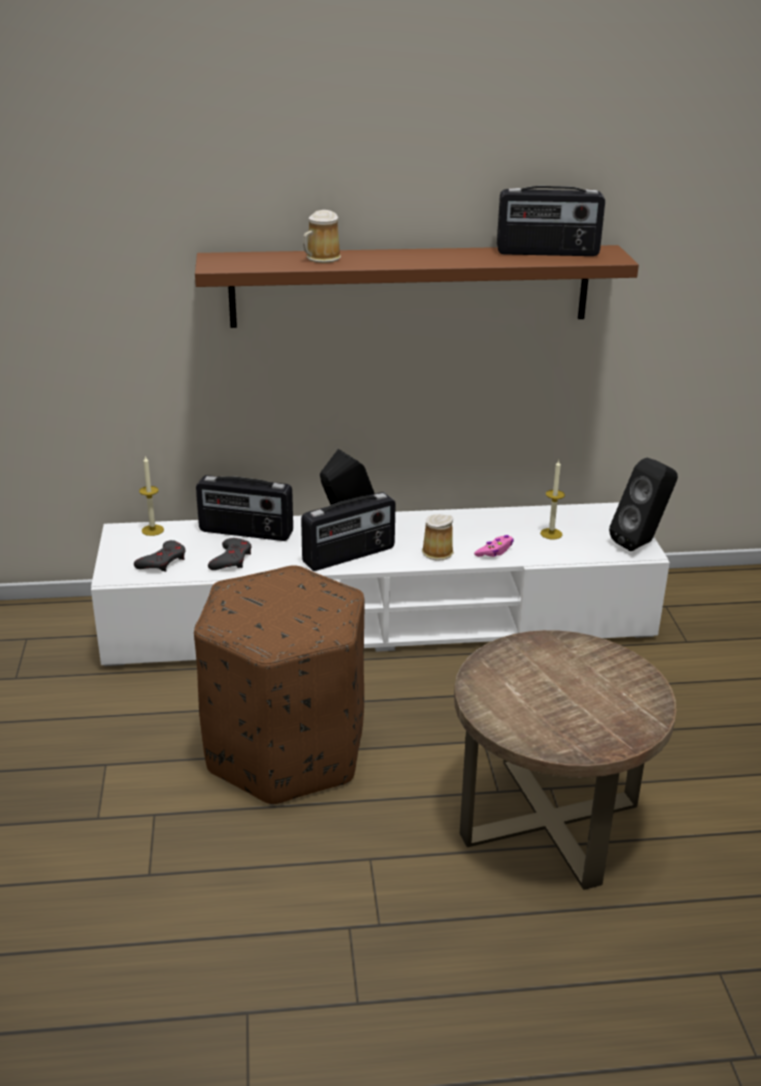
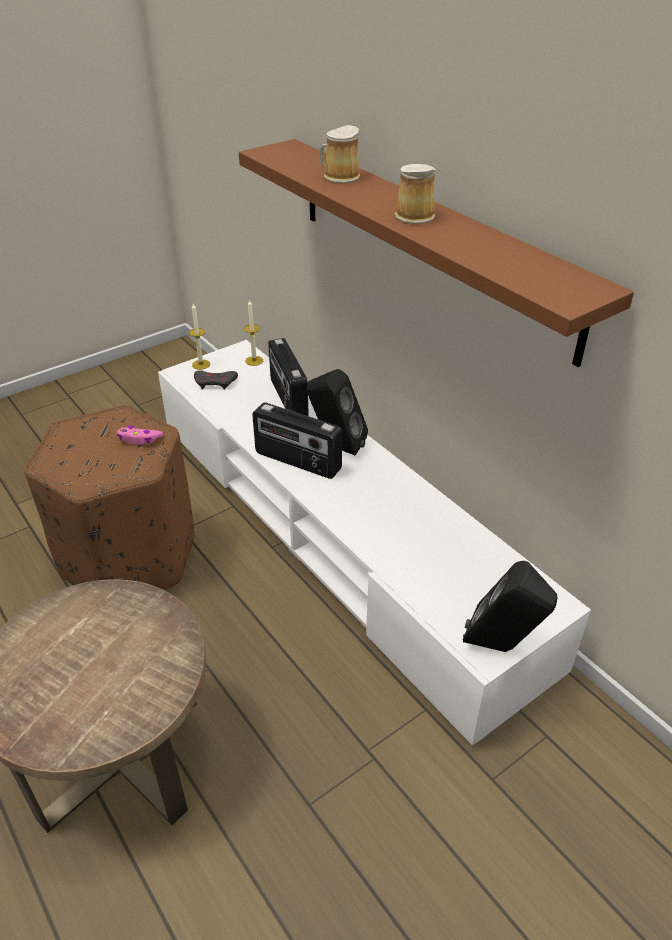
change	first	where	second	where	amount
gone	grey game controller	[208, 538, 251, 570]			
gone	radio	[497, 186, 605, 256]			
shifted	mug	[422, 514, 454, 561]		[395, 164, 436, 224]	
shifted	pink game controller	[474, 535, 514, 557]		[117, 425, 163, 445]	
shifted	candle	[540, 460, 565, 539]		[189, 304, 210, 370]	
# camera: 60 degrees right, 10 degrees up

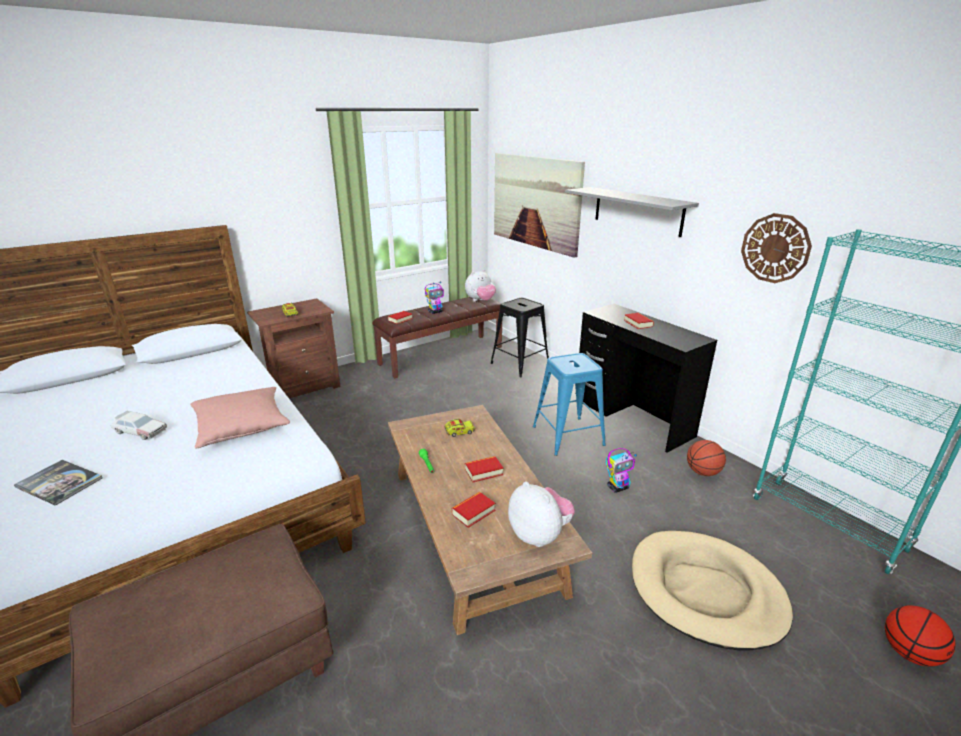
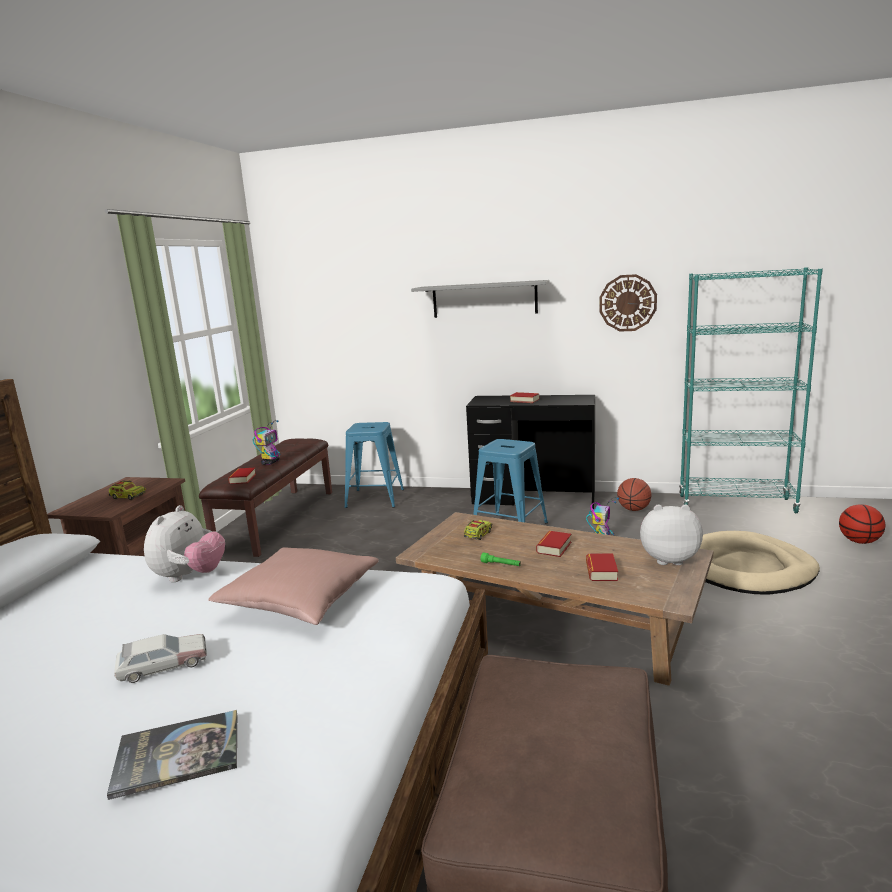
change	first	where	second	where	amount
gone	picture	[494, 153, 585, 258]			
shifted	plush toy	[465, 270, 496, 301]		[144, 505, 225, 582]	
repainted	black stool	[491, 298, 549, 377]	blue stool	[345, 422, 404, 508]	
# camera: 40 degrees left, 10 degrees down

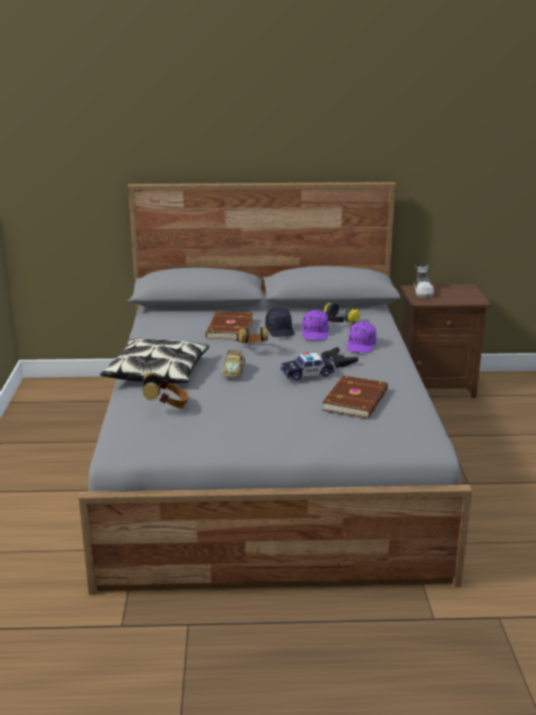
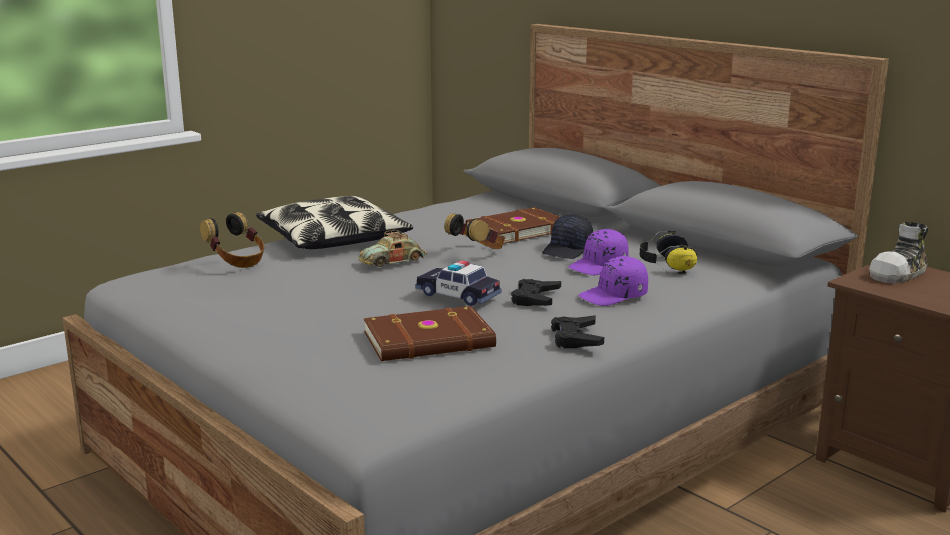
change	first	where	second	where	amount
new			black game controller	[551, 315, 604, 348]	
# camera: 50 degrees right, 5 degrees down

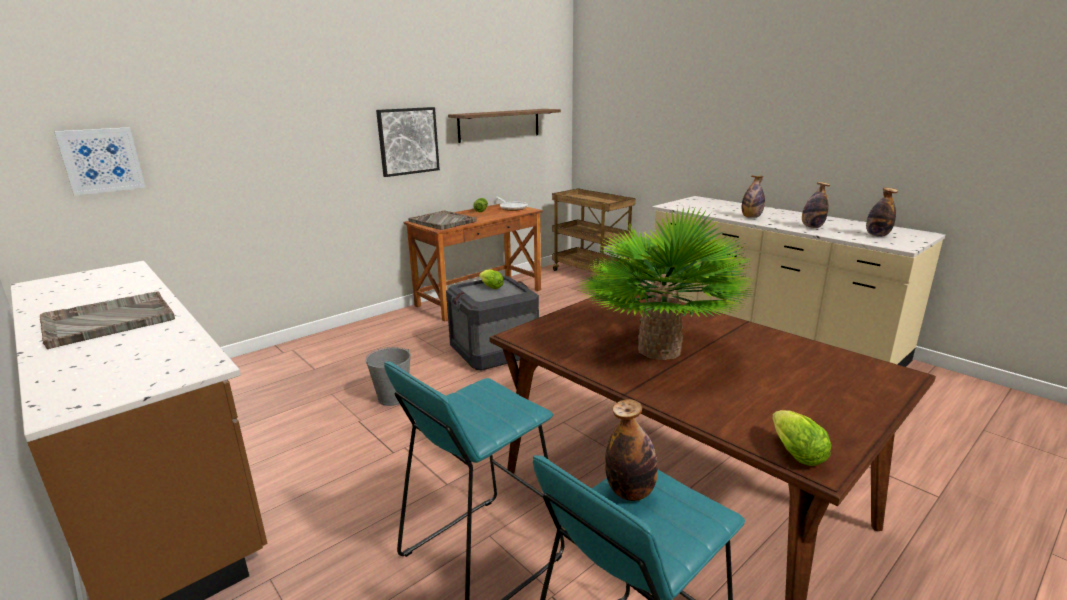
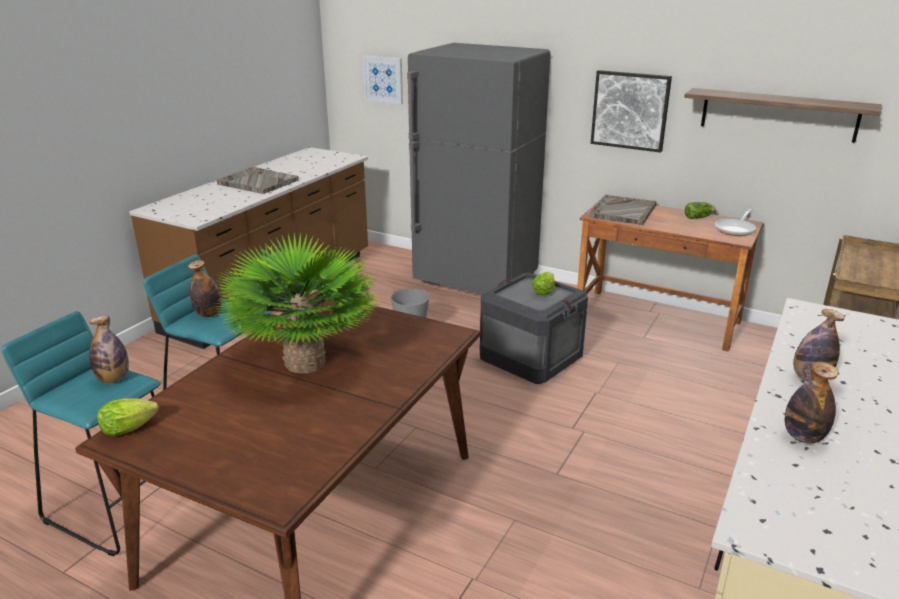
change	first	where	second	where	amount
new			grey fridge	[407, 43, 550, 294]	
shifted	bottle	[866, 188, 898, 237]		[188, 260, 222, 317]	
# camera: 70 degrees right, 5 degrees up

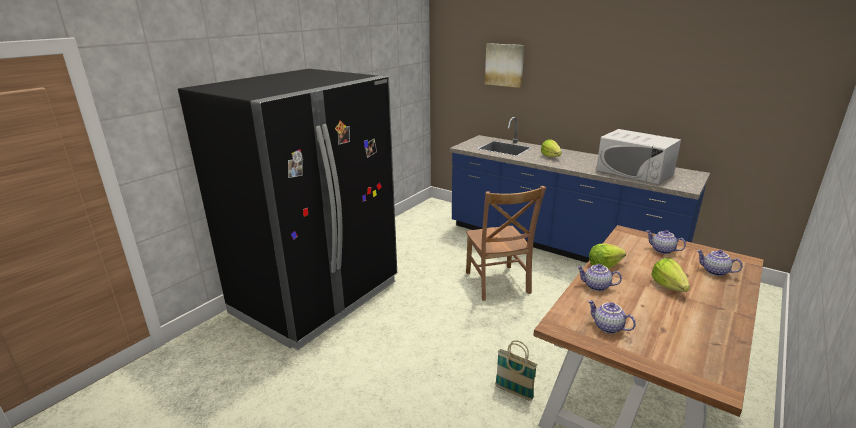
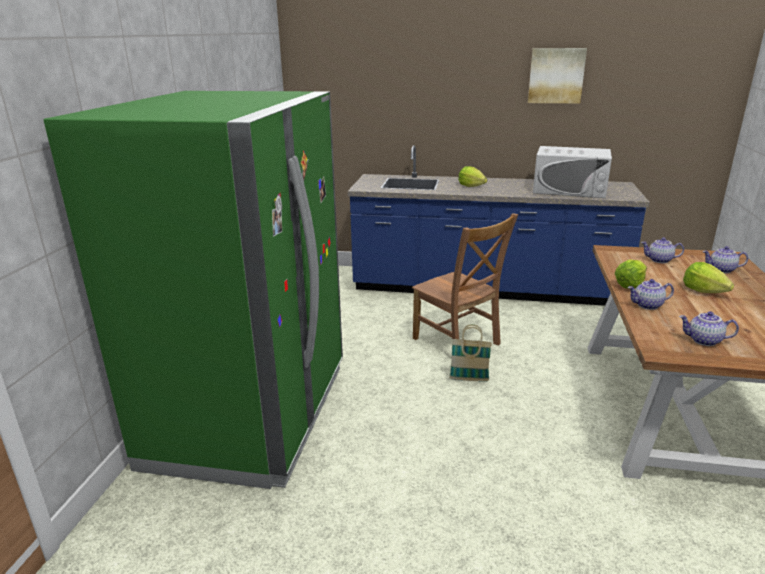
change	first	where	second	where	amount
shifted	picture	[485, 43, 524, 88]		[528, 48, 587, 103]	
shifted	basket	[495, 340, 538, 401]		[449, 324, 492, 382]	
repainted	black fridge	[178, 69, 397, 350]	green fridge	[44, 91, 343, 489]	
# camera: 25 degrees left, 0 degrees up

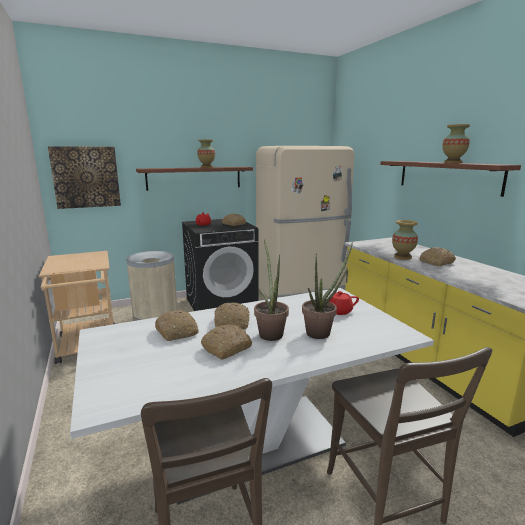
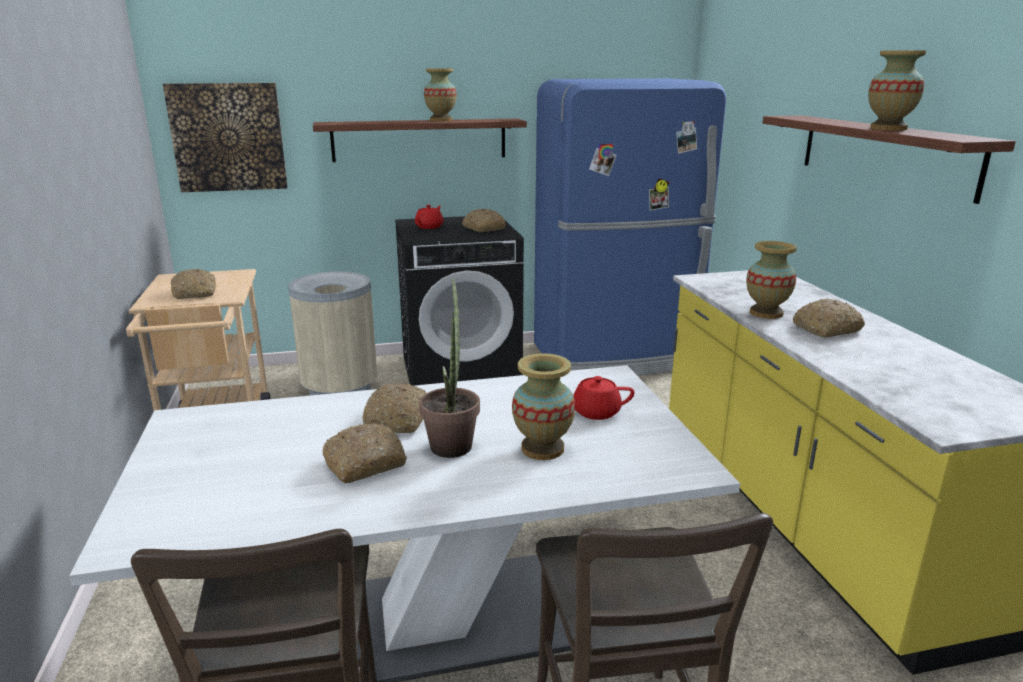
change	first	where	second	where	amount
shifted	bread	[155, 310, 199, 341]		[171, 269, 216, 299]	
swapped	potted plant	[302, 243, 353, 339]	vase	[512, 353, 575, 460]	
repainted	beige fridge	[256, 146, 355, 298]	blue fridge	[534, 78, 726, 376]	
# camera: 10 degrees right, 5 degrees up

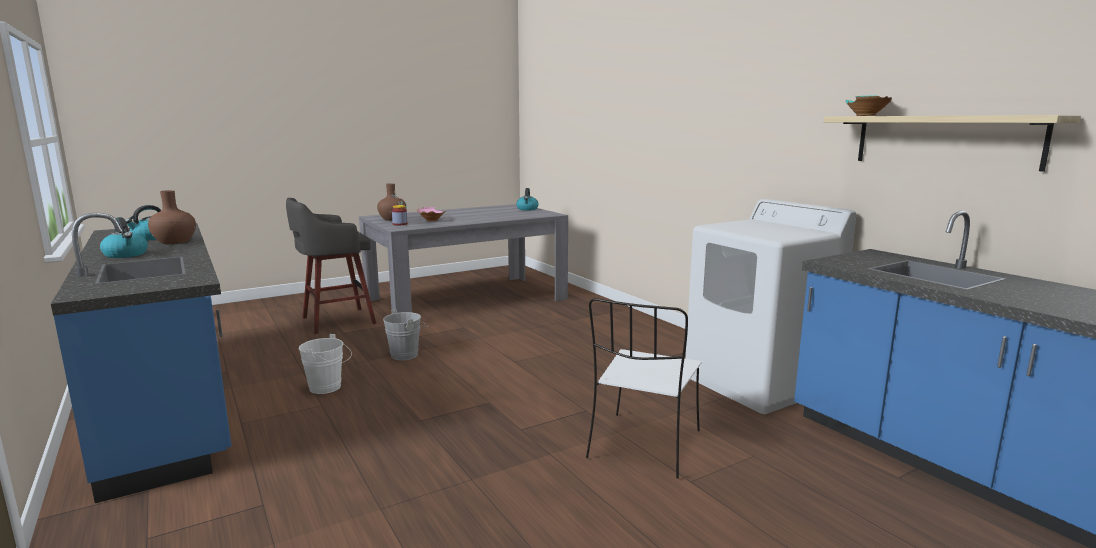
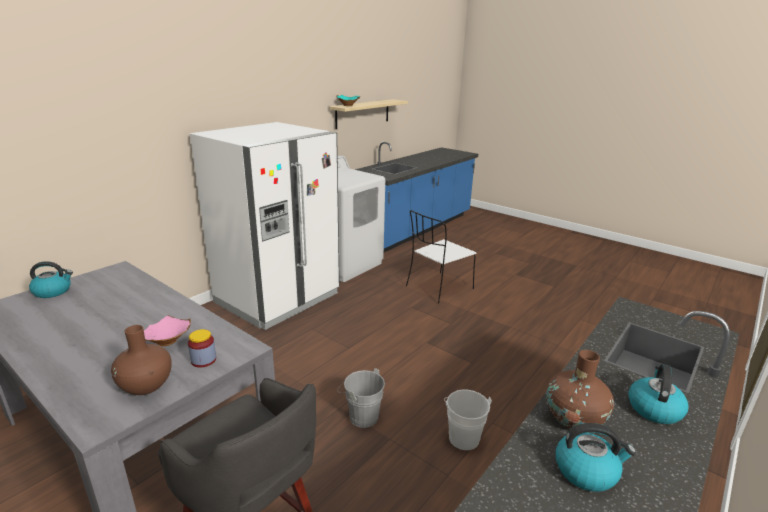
change	first	where	second	where	amount
new			white fridge	[190, 122, 340, 330]	
rotated	white chair	[586, 298, 702, 479]		[406, 210, 477, 304]	135 degrees clockwise
# camera: 110 degrees left, 10 degrees up

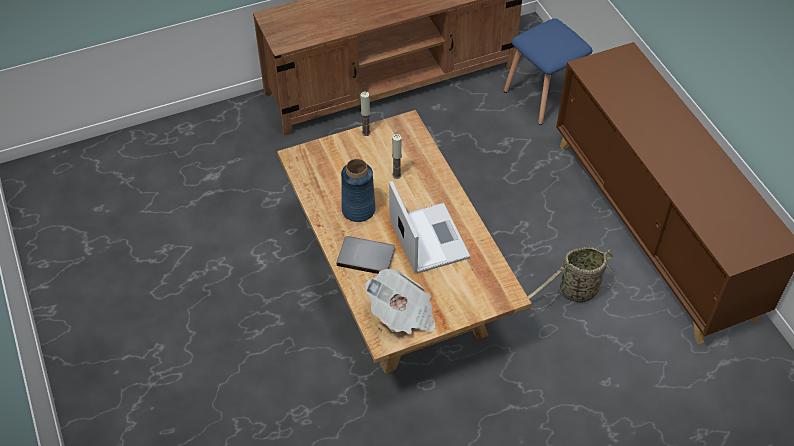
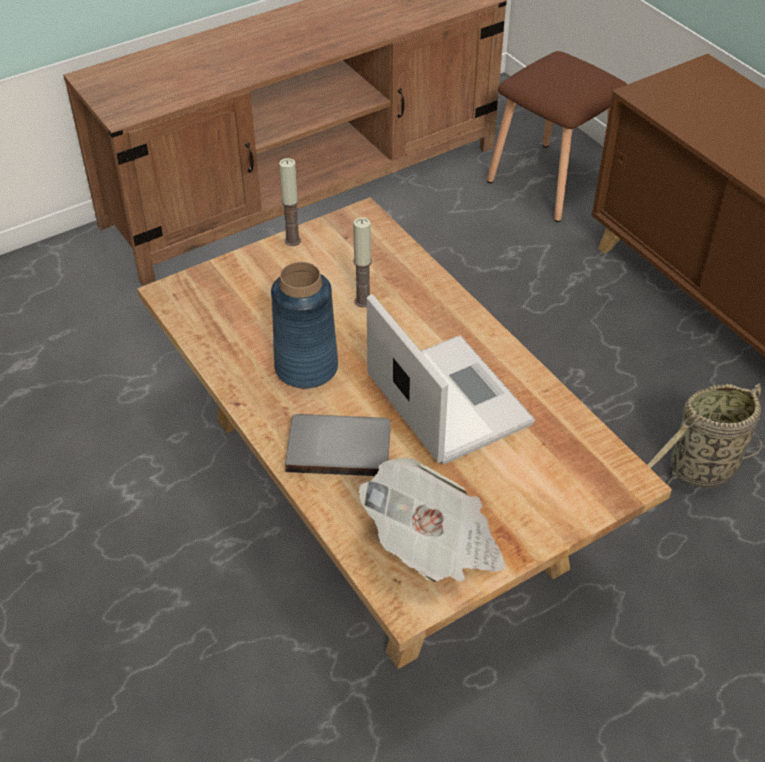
change	first	where	second	where	amount
repainted	blue stool	[504, 18, 593, 125]	brown stool	[487, 51, 628, 222]	
# camera: 10 degrees left, 5 degrees down

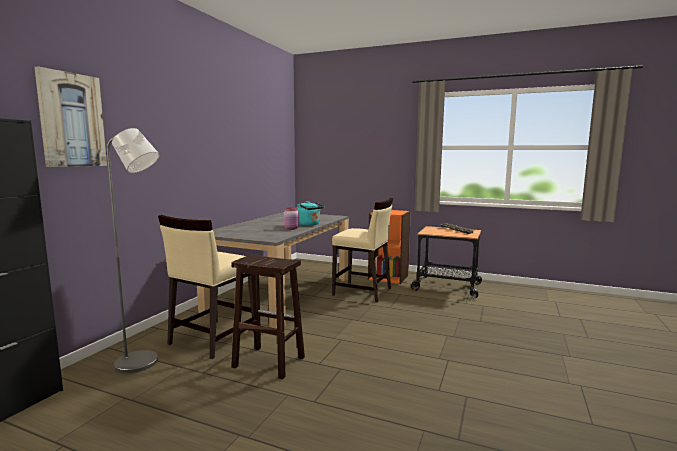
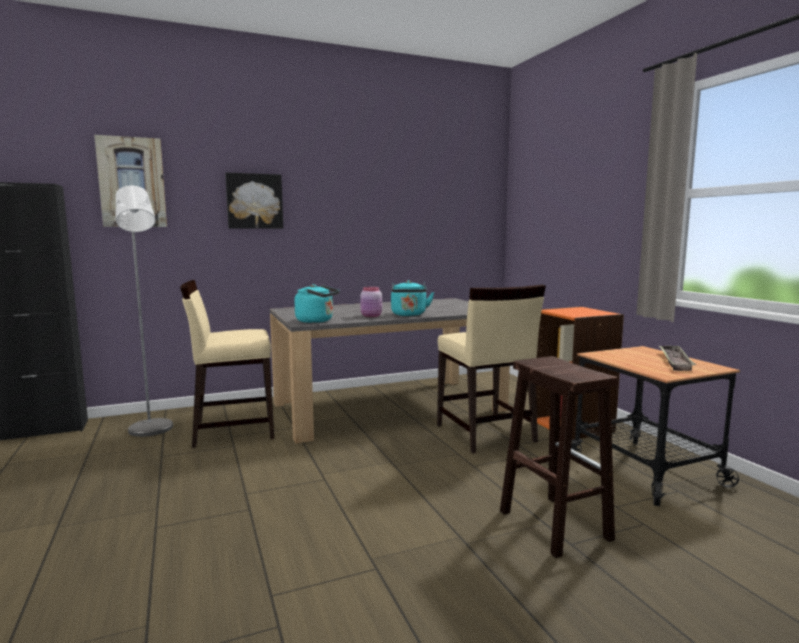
change	first	where	second	where	amount
new			picture	[225, 173, 283, 229]	
new			turquoise kettle	[294, 284, 339, 323]	
shifted	brown stool	[231, 255, 305, 379]		[500, 356, 618, 558]	
# camera: 45 degrees right, 0 degrees up

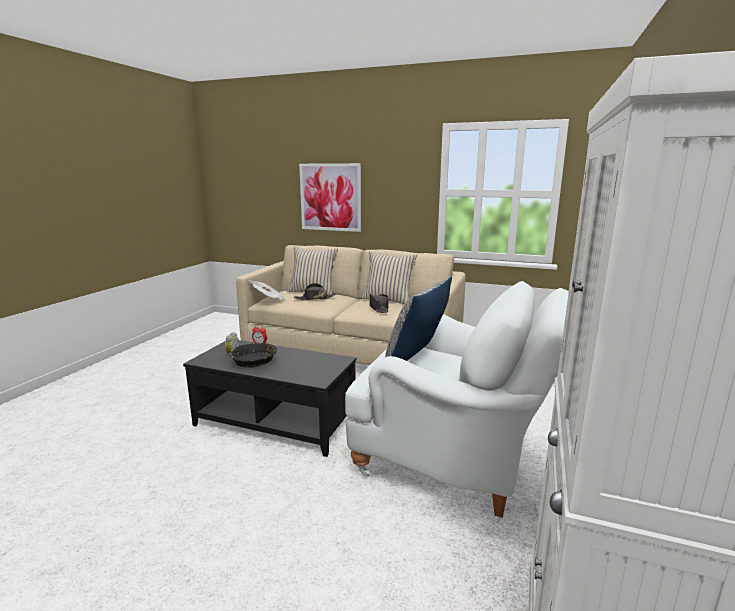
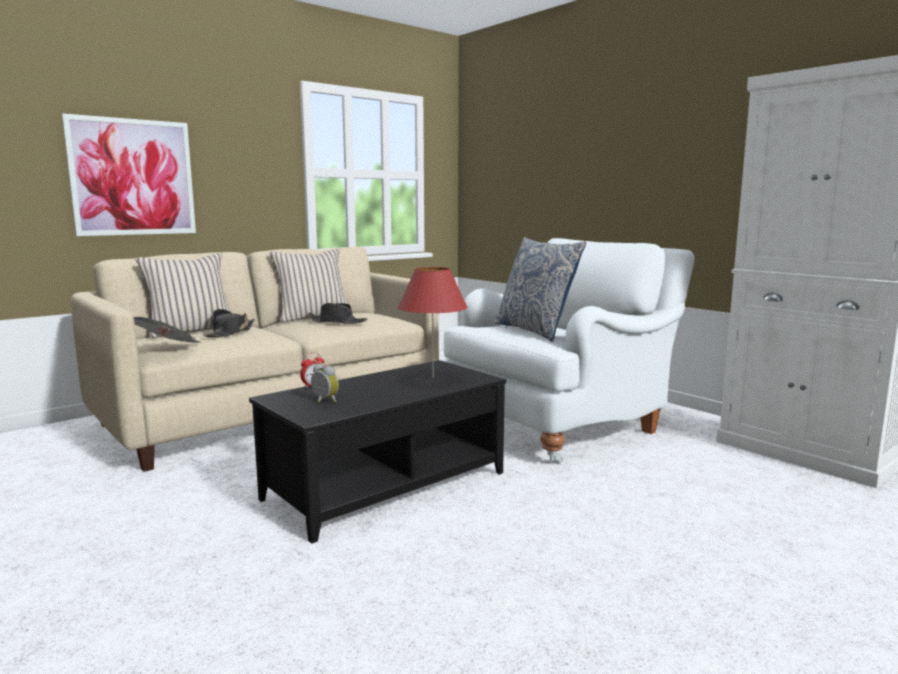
change	first	where	second	where	amount
gone	black bowl	[230, 343, 277, 368]			
new			red table lamp	[398, 267, 468, 372]	
# camera: 60 degrees left, 5 degrees down

